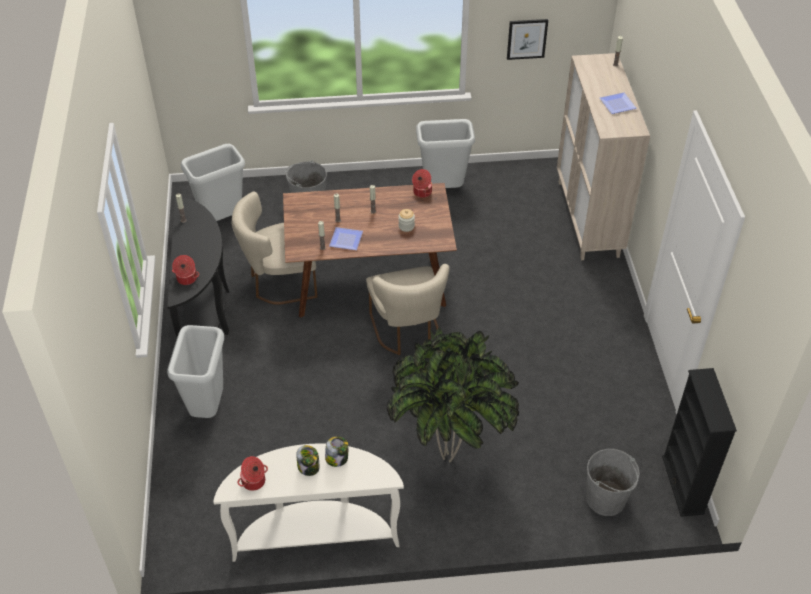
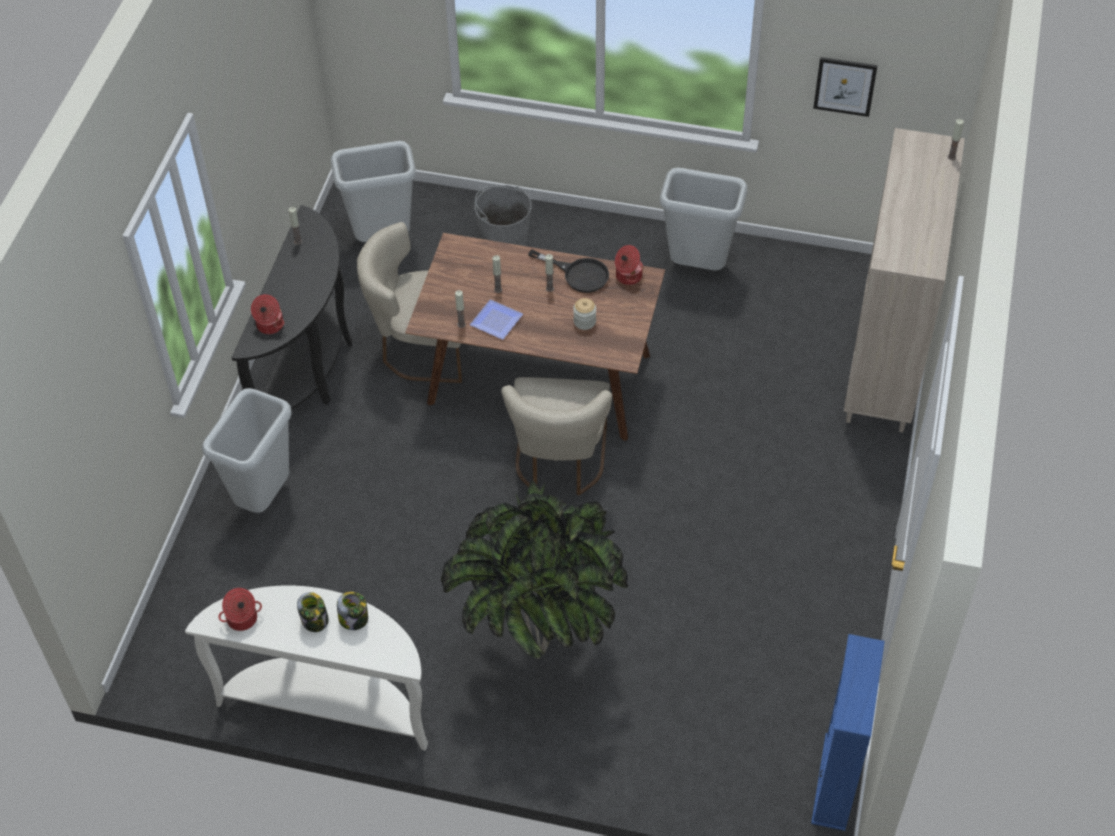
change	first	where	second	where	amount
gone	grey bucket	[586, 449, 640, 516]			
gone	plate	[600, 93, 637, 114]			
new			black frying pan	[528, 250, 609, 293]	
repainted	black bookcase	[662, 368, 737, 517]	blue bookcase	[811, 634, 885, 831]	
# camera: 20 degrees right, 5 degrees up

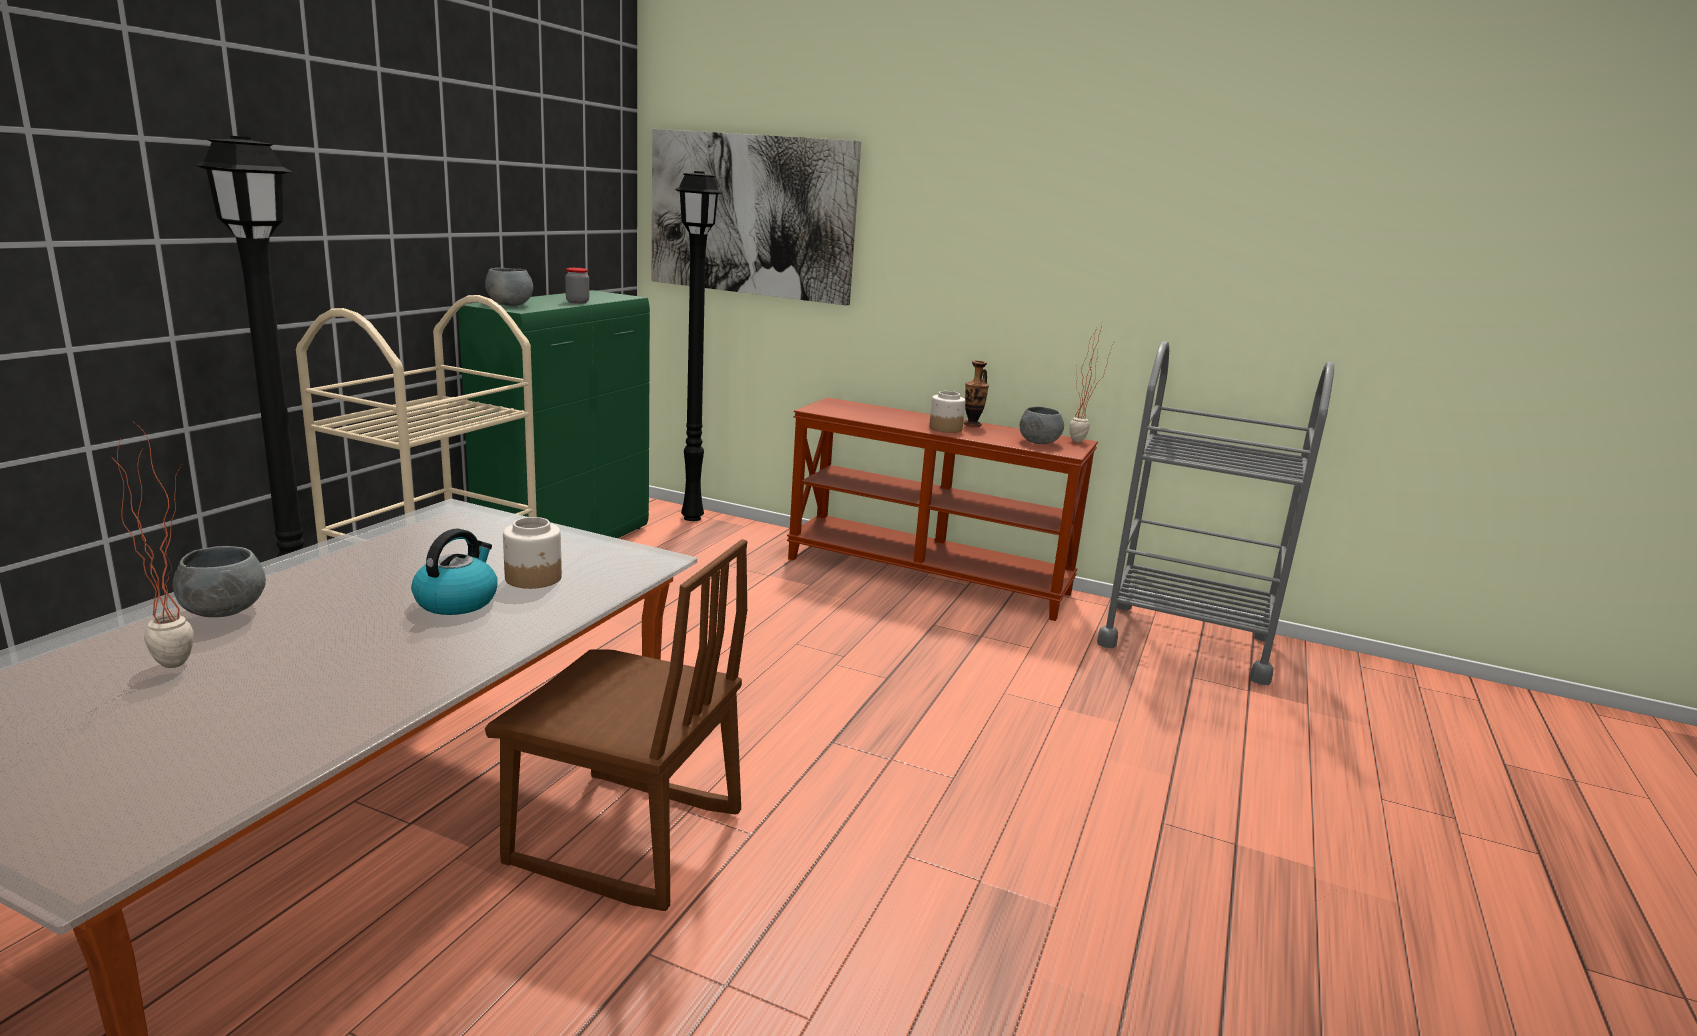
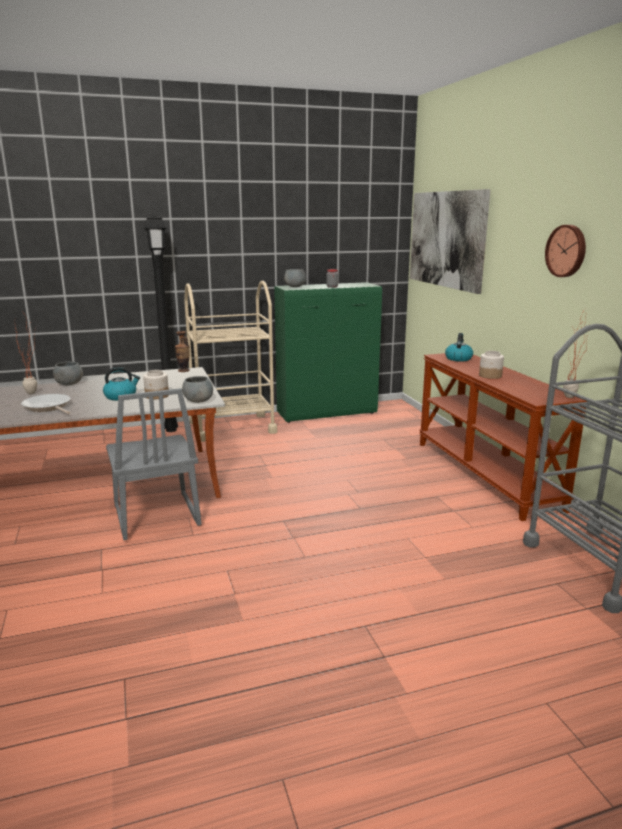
change	first	where	second	where	amount
gone	black floor lamp	[674, 171, 723, 521]			
new			frying pan	[21, 394, 70, 414]	
new			kettle	[445, 333, 473, 362]	
new			wall clock	[545, 225, 586, 277]	
shifted	vase	[964, 360, 989, 427]		[175, 331, 190, 372]	
shifted	grey bowl	[1020, 407, 1064, 444]		[182, 376, 213, 403]	
repainted	brown chair	[485, 539, 747, 911]	grey chair	[106, 388, 202, 540]	
# camera: 50 degrees right, 0 degrees up

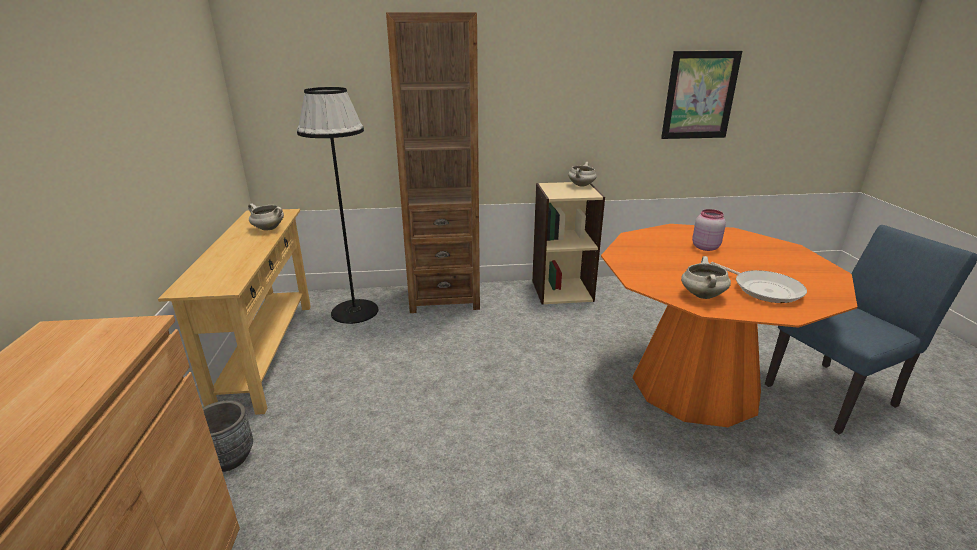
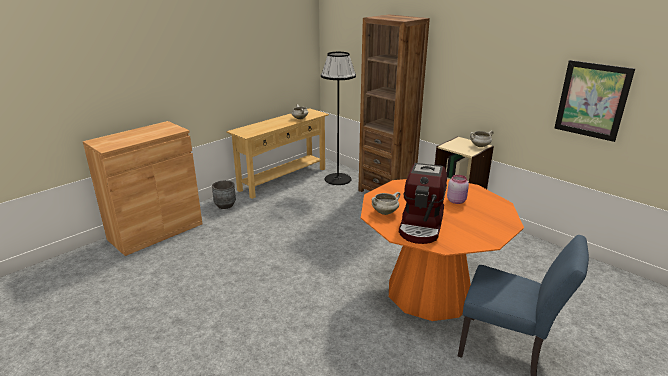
change	first	where	second	where	amount
swapped	frying pan	[710, 262, 807, 303]	coffee machine	[399, 163, 447, 244]	
# camera: 50 degrees right, 0 degrees up

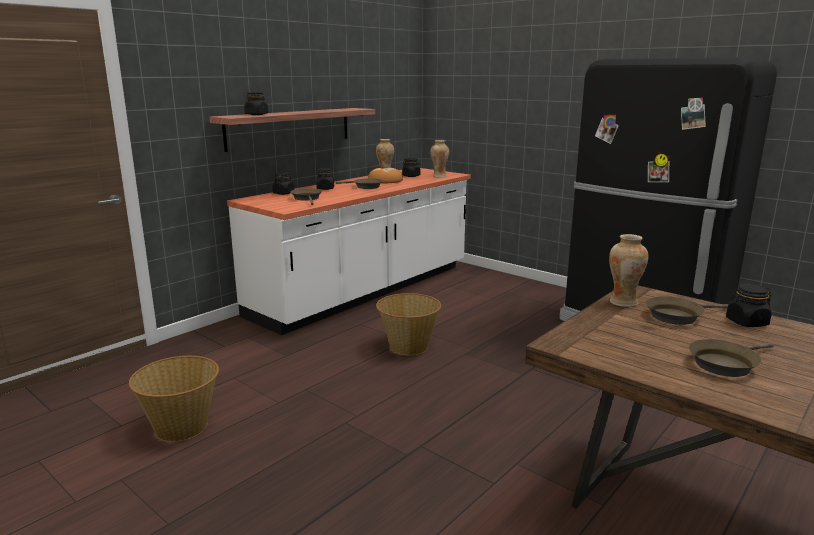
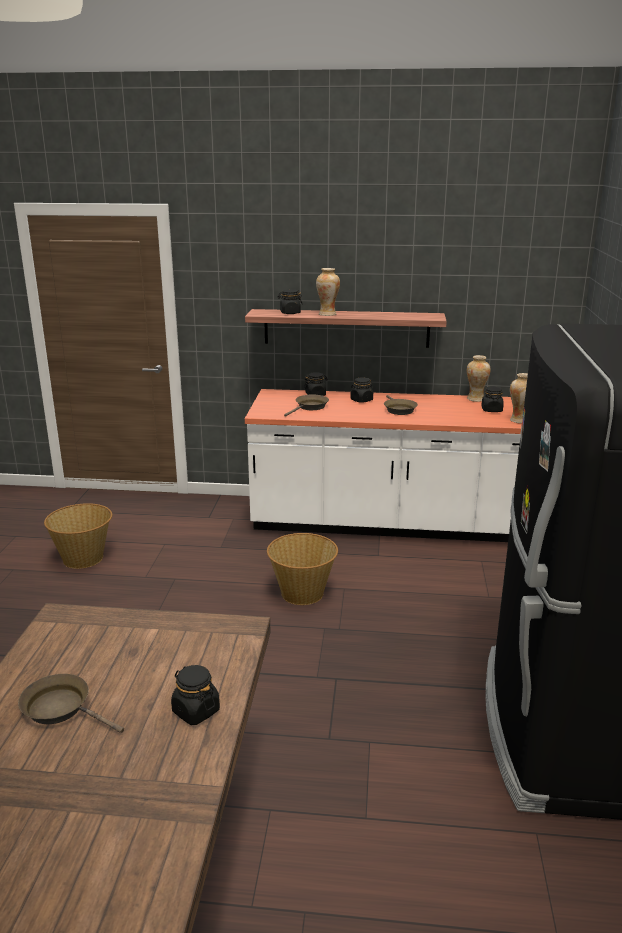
change	first	where	second	where	amount
gone	bread	[368, 168, 403, 183]			
gone	brown frying pan	[646, 296, 729, 325]			
shifted	vase	[609, 234, 649, 307]		[316, 268, 340, 316]	
# camera: 55 degrees right, 5 degrees up

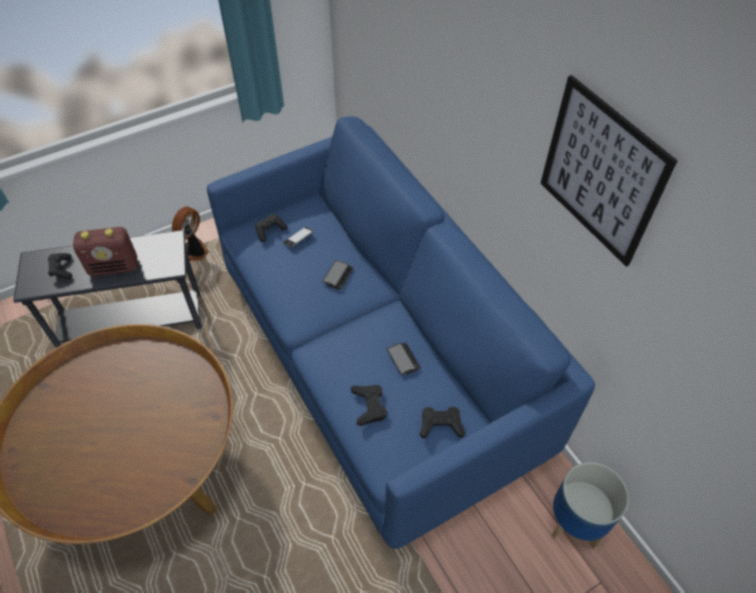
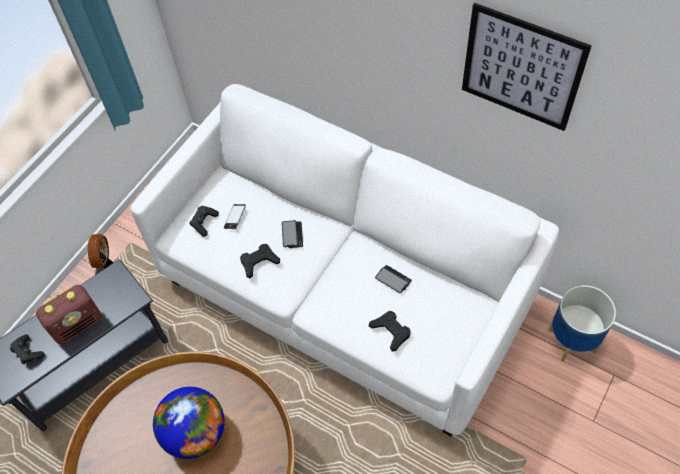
change	first	where	second	where	amount
new			globe	[153, 387, 224, 459]	
shifted	black game controller	[420, 407, 465, 438]		[240, 244, 280, 278]	
repainted	blue sofa	[207, 116, 595, 549]	white sofa	[130, 84, 559, 437]	
# camera: 25 degrees left, 5 degrees up

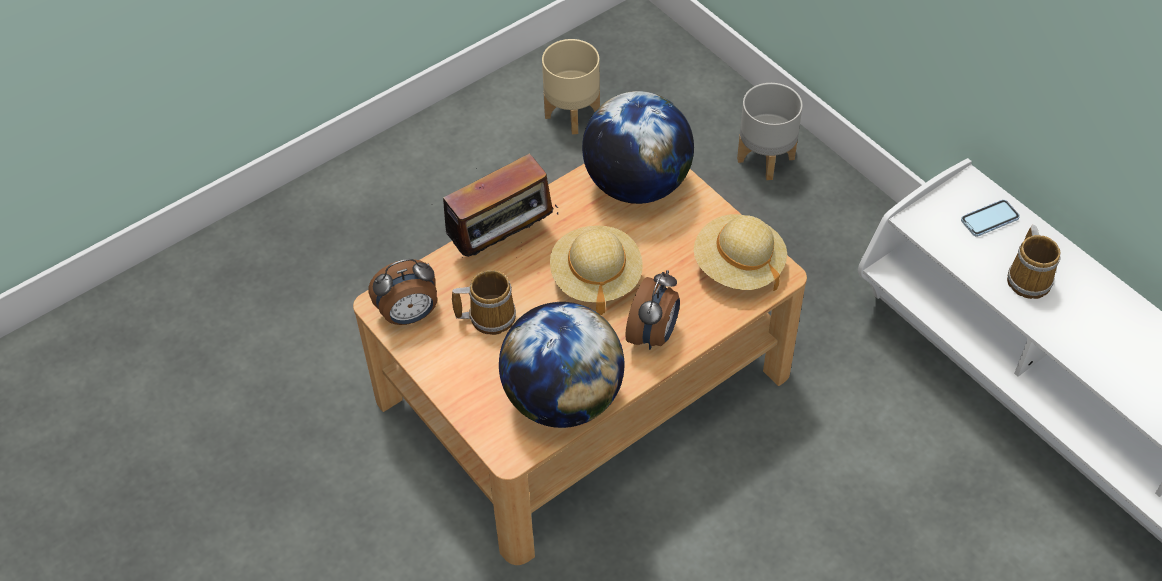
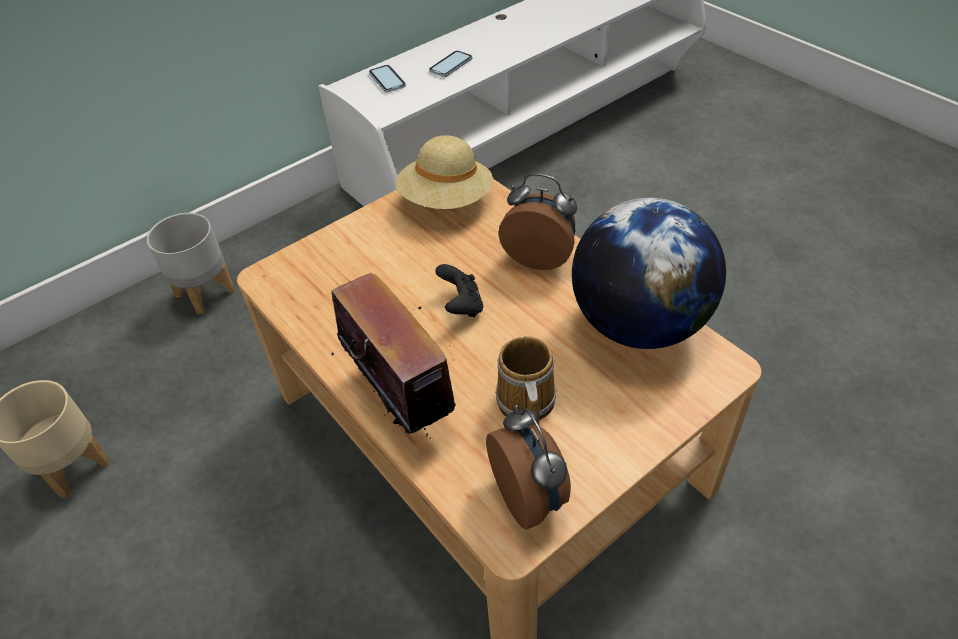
change	first	where	second	where	amount
gone	globe	[582, 91, 694, 204]			
swapped	beige hat	[550, 225, 643, 315]	black game controller	[435, 264, 483, 317]	
swapped	mug	[1007, 225, 1061, 299]	phone	[429, 51, 472, 77]	
# camera: 90 degrees left, 5 degrees down

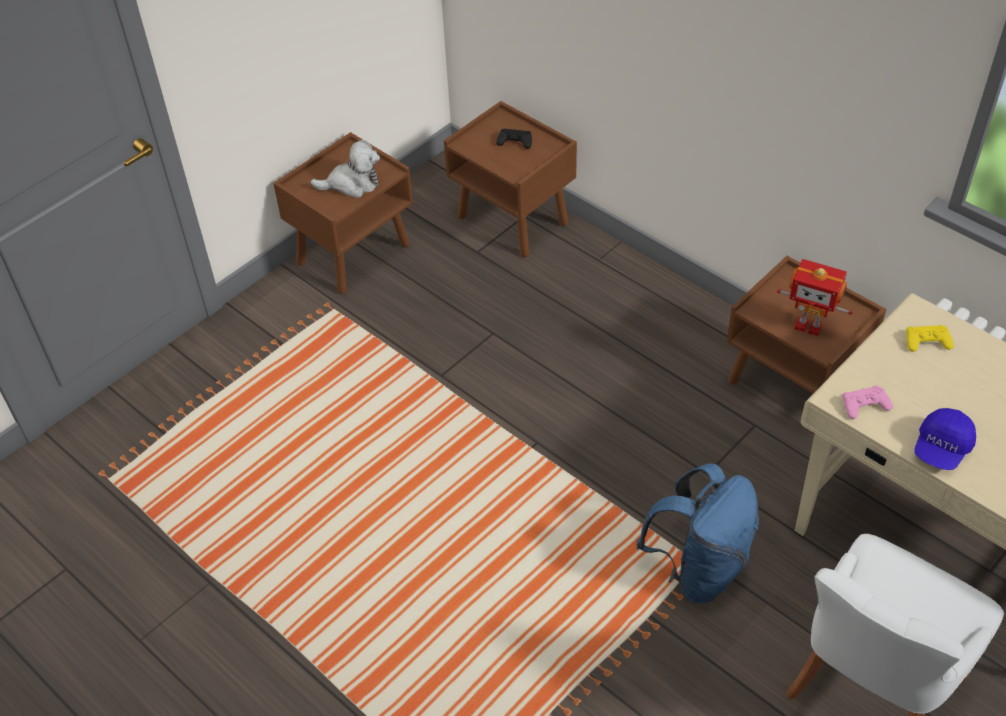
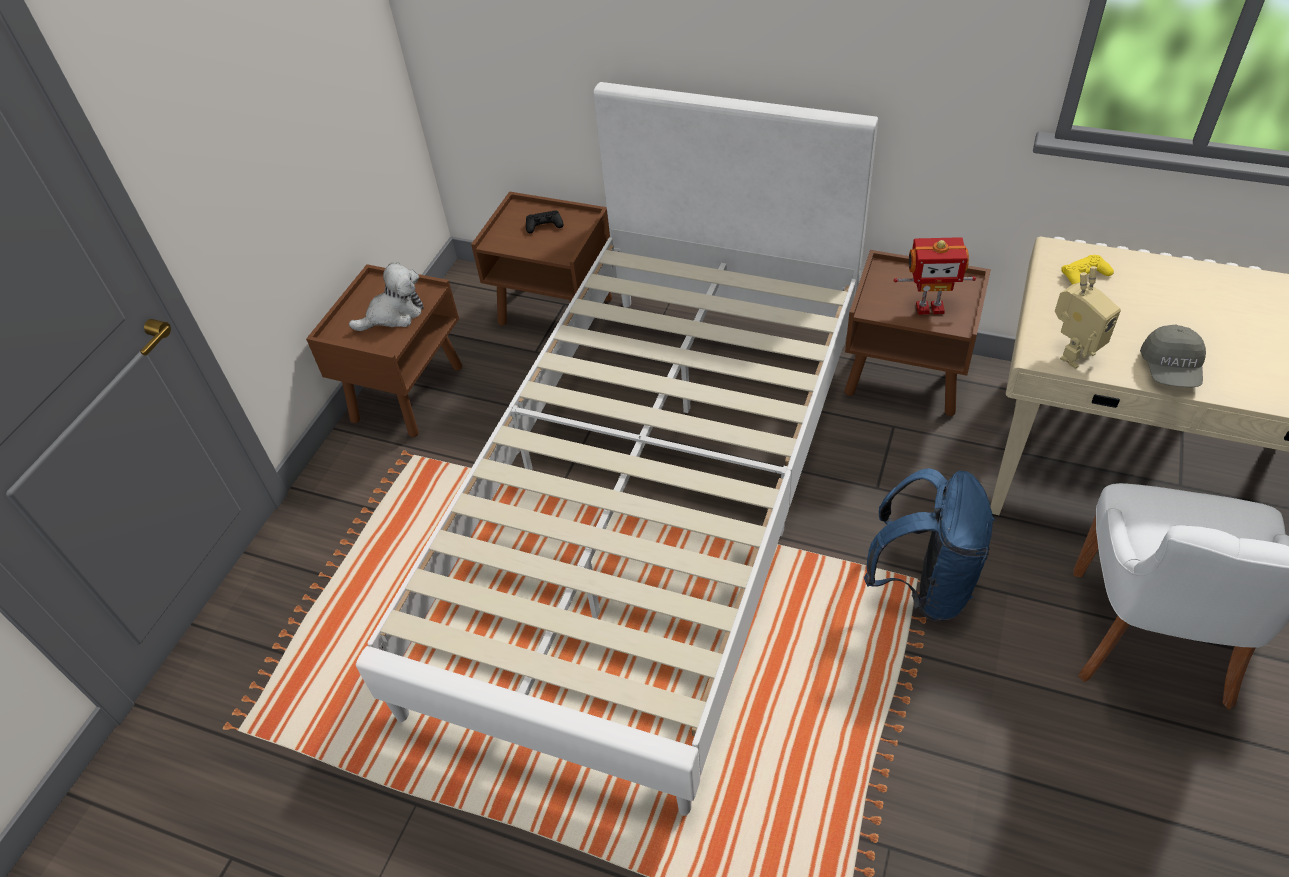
change	first	where	second	where	amount
new			white bed	[356, 82, 878, 816]	
swapped	pink game controller	[843, 386, 893, 419]	toy robot	[1055, 266, 1121, 369]	
repainted	blue cap	[914, 408, 976, 470]	grey cap	[1140, 324, 1206, 387]	
# camera: 20 degrees left, 0 degrees up

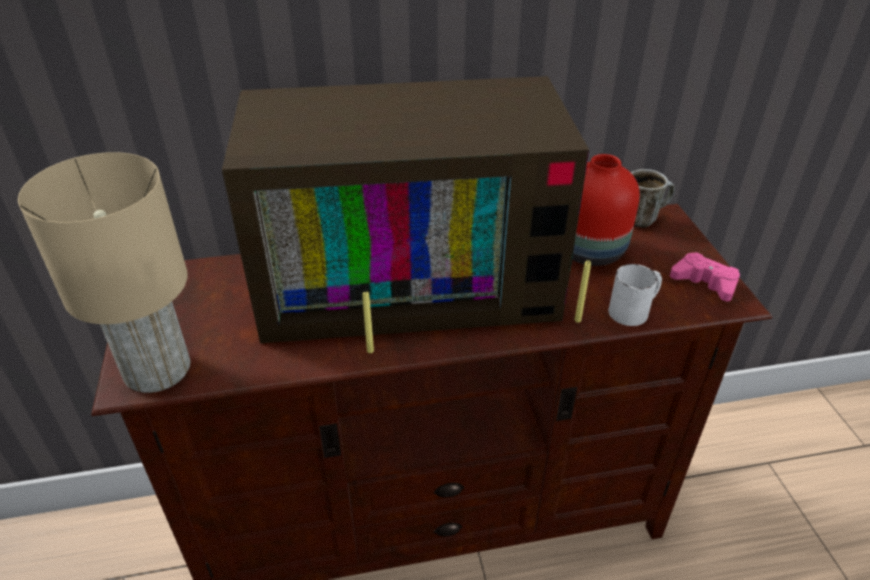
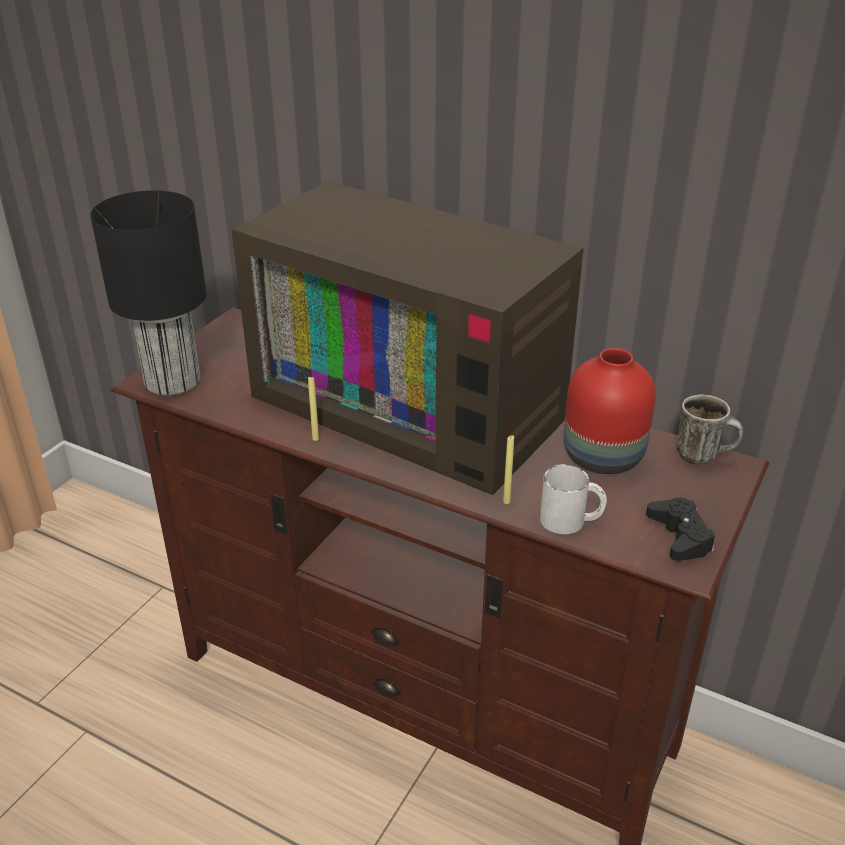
change	first	where	second	where	amount
repainted	beige table lamp	[18, 152, 190, 393]	black table lamp	[90, 190, 207, 396]	
repainted	pink game controller	[670, 252, 740, 301]	black game controller	[646, 497, 715, 561]	
# camera: 40 degrees right, 5 degrees down

